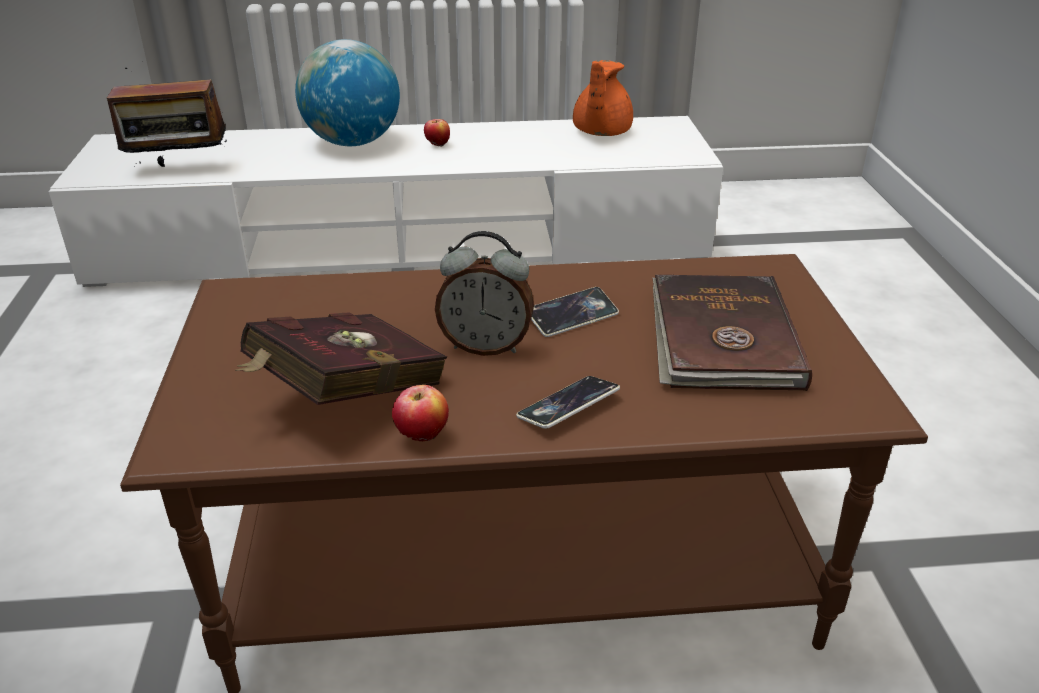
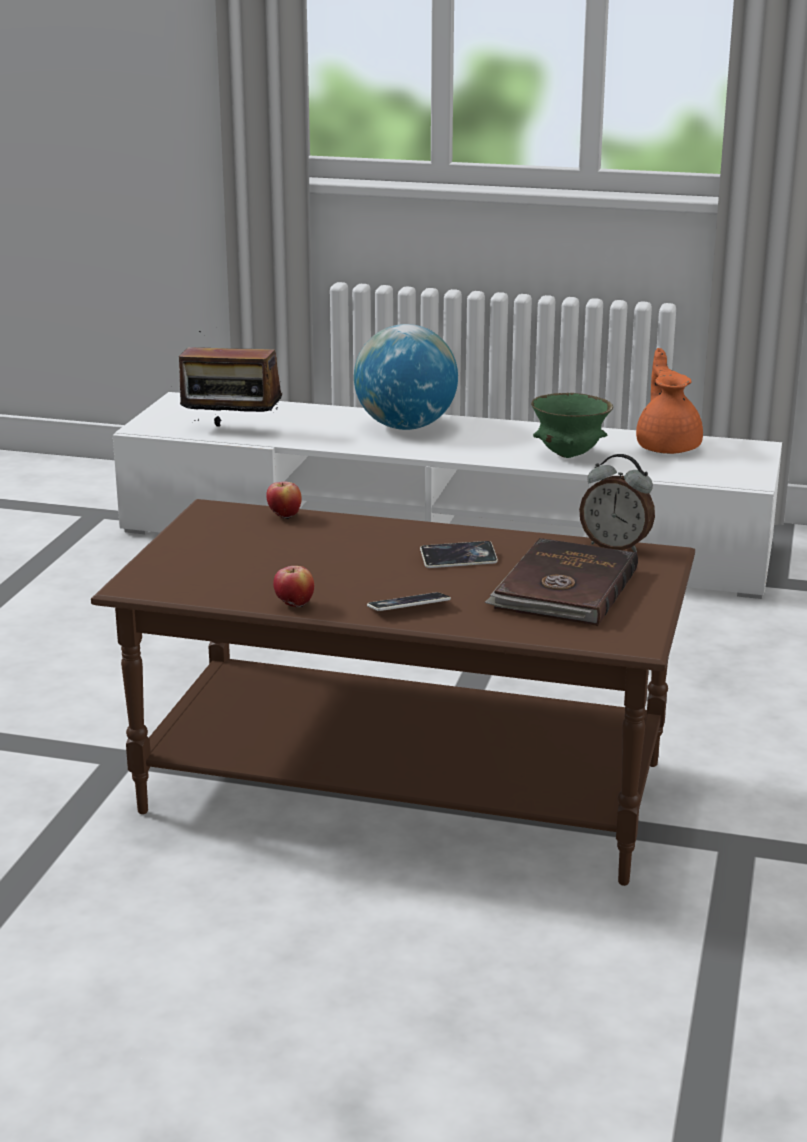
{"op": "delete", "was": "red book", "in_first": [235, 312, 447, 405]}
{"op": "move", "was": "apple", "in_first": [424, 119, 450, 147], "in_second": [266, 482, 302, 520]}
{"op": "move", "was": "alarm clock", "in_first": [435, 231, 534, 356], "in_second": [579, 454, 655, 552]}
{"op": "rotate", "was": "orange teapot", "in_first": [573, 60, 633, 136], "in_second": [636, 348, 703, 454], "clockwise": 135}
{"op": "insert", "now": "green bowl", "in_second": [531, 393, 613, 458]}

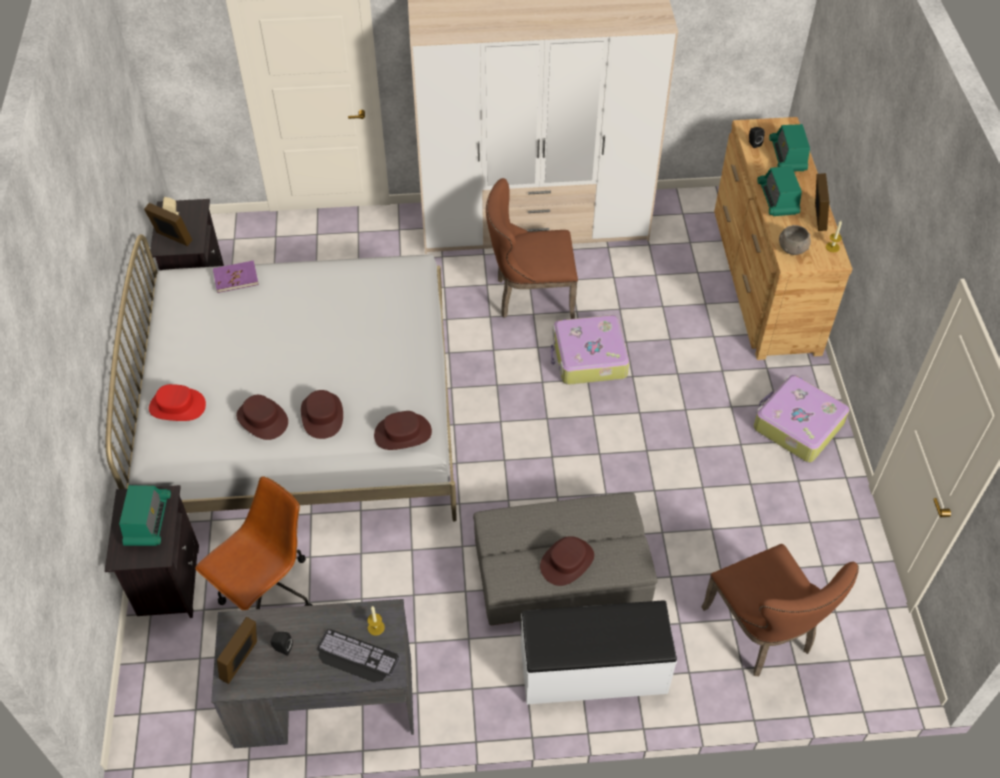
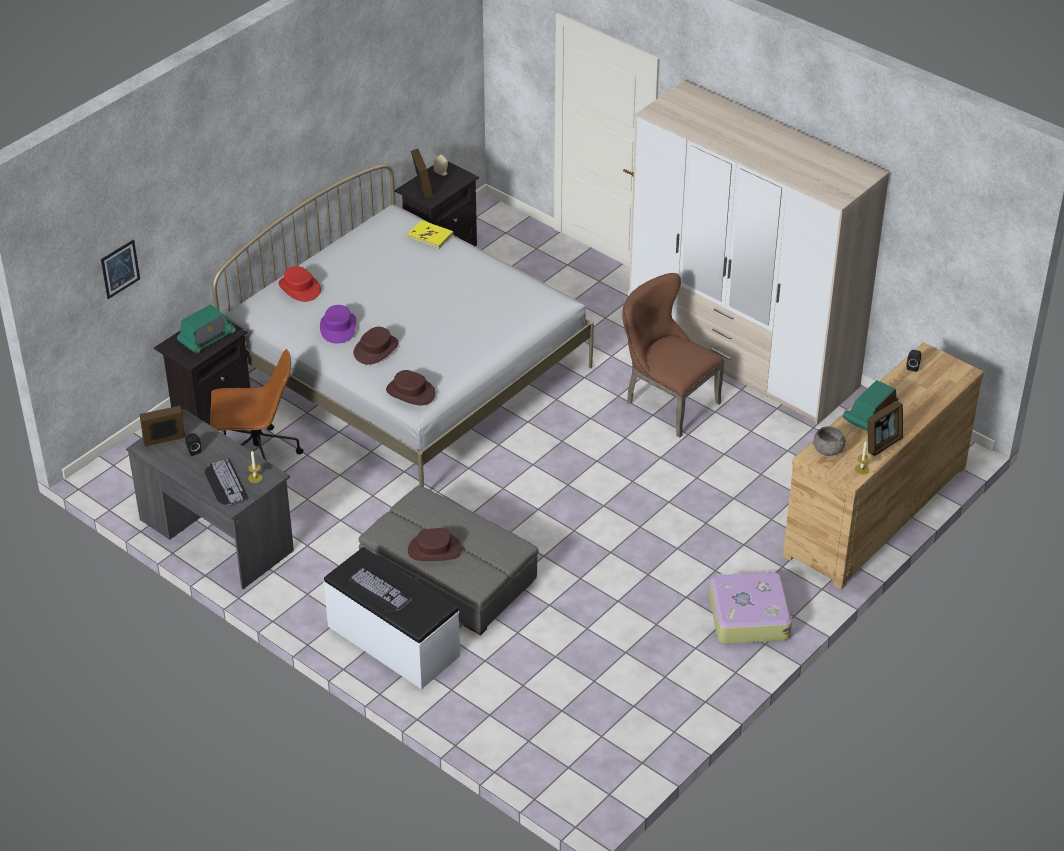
{"op": "recolor", "was": "purple book", "now": "yellow book", "in_first": [213, 261, 259, 293], "in_second": [407, 220, 453, 249]}
{"op": "recolor", "was": "brown hat", "now": "purple hat", "in_first": [236, 395, 288, 440], "in_second": [320, 305, 356, 343]}
{"op": "delete", "was": "suitcase", "in_first": [550, 315, 629, 385]}
{"op": "delete", "was": "brown chair", "in_first": [702, 544, 859, 676]}
{"op": "delete", "was": "radio", "in_first": [769, 124, 810, 171]}
{"op": "insert", "now": "picture", "in_second": [101, 239, 140, 299]}
{"op": "insert", "now": "keyboard", "in_second": [349, 568, 412, 612]}

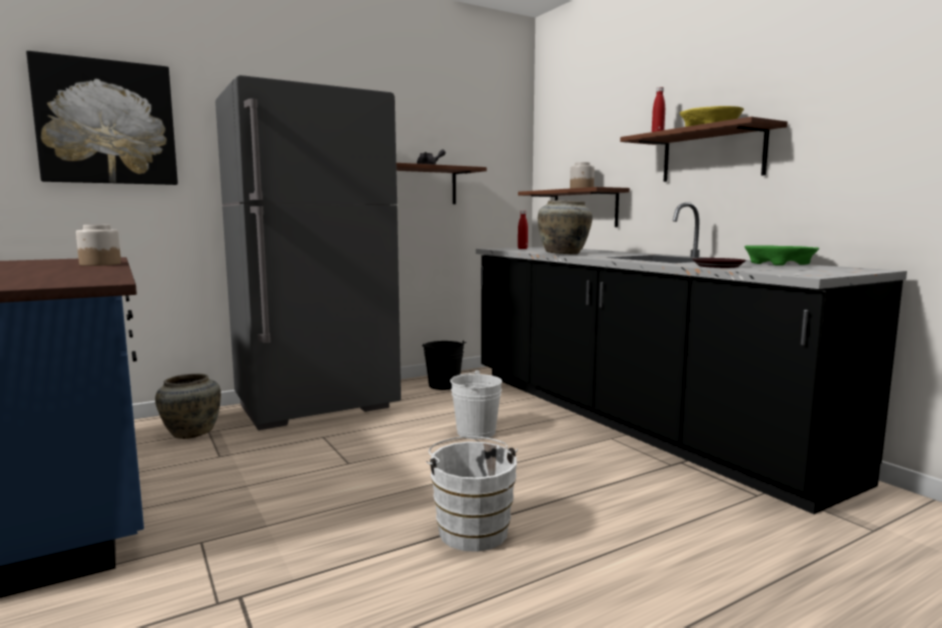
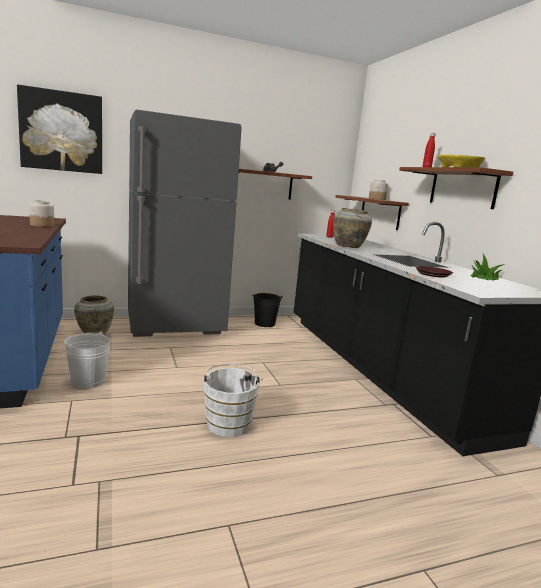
{"op": "move", "was": "white bucket", "in_first": [450, 370, 502, 439], "in_second": [64, 331, 110, 389]}
{"op": "replace", "was": "green bowl", "now": "potted plant", "in_first": [745, 245, 819, 266], "in_second": [471, 254, 505, 280]}

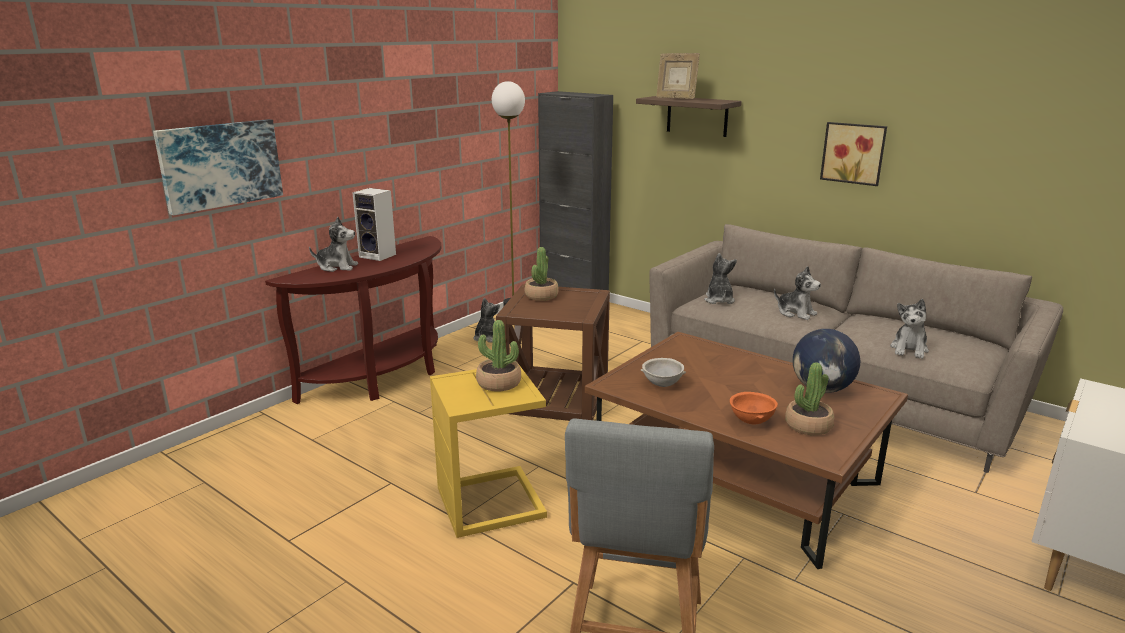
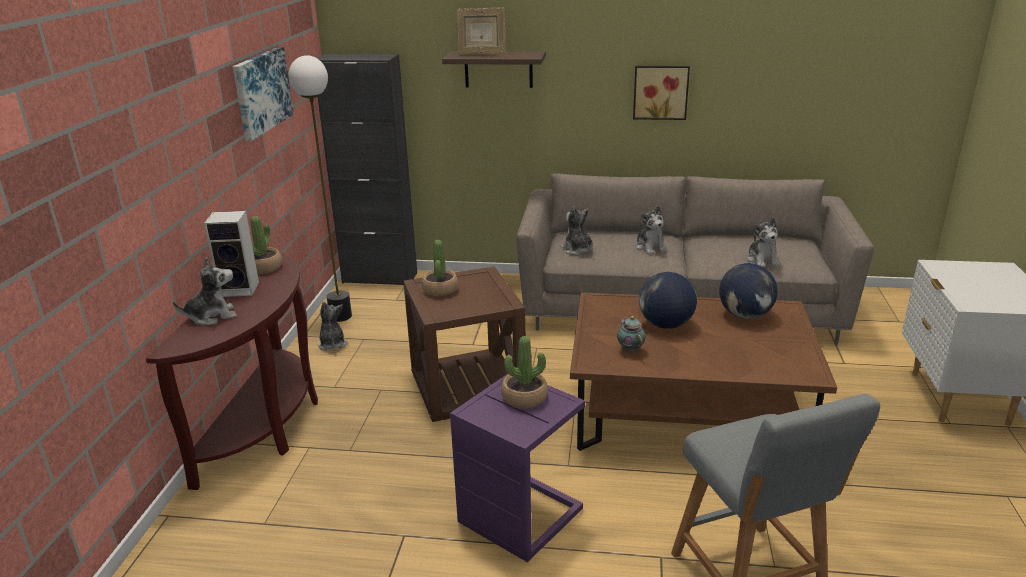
{"op": "move", "was": "picture", "in_first": [153, 119, 283, 215], "in_second": [233, 47, 294, 141]}
{"op": "recolor", "was": "yellow side table", "now": "purple side table", "in_first": [430, 365, 547, 538], "in_second": [450, 374, 585, 562]}
{"op": "replace", "was": "grey bowl", "now": "teapot", "in_first": [641, 358, 686, 387], "in_second": [617, 316, 646, 353]}
{"op": "delete", "was": "orange bowl", "in_first": [730, 392, 778, 424]}
{"op": "rotate", "was": "plush toy", "in_first": [774, 266, 821, 320], "in_second": [636, 206, 667, 255], "clockwise": 60}
{"op": "move", "was": "potted plant", "in_first": [785, 362, 834, 435], "in_second": [250, 216, 282, 274]}
{"op": "insert", "now": "globe", "in_second": [639, 272, 697, 329]}

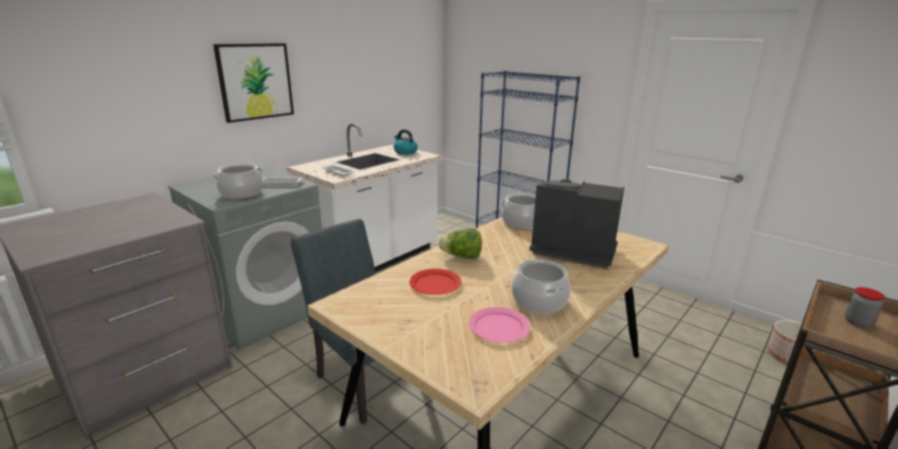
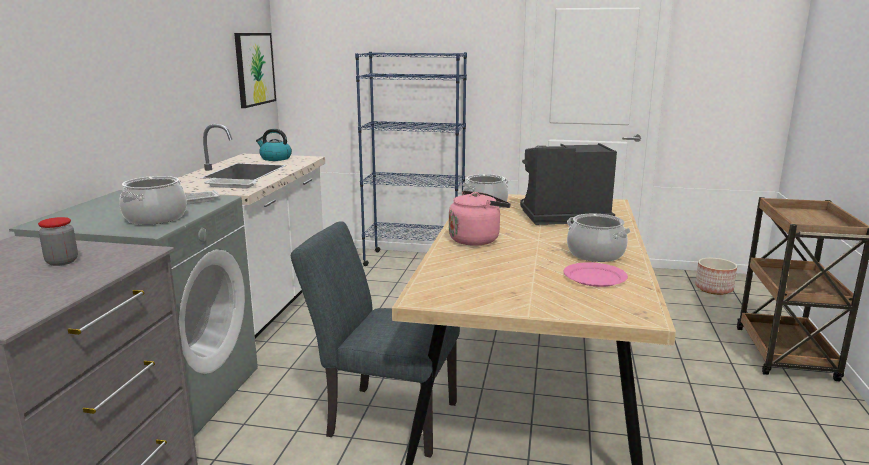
{"op": "move", "was": "picture", "in_first": [213, 43, 294, 123], "in_second": [234, 33, 276, 108]}
{"op": "delete", "was": "red plate", "in_first": [409, 269, 462, 295]}
{"op": "replace", "was": "lettuce", "now": "pink kettle", "in_first": [439, 229, 482, 259], "in_second": [449, 190, 511, 246]}
{"op": "move", "was": "jar", "in_first": [845, 287, 885, 328], "in_second": [38, 217, 78, 266]}

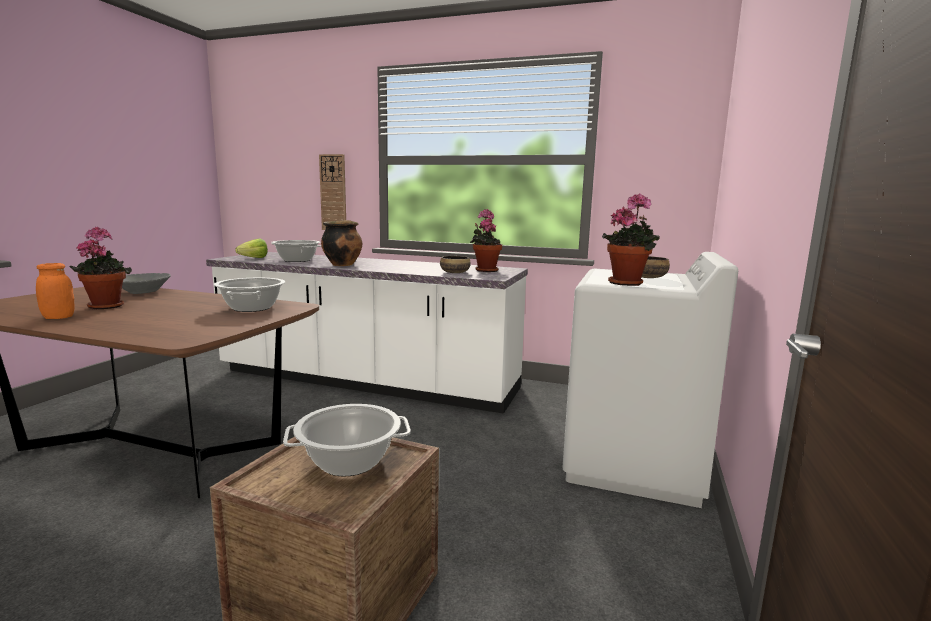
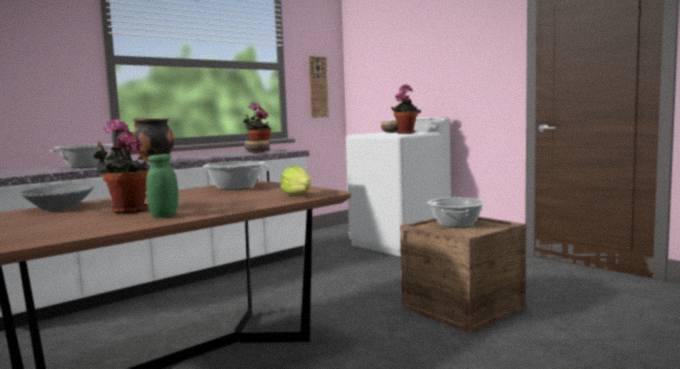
{"op": "recolor", "was": "orange jar", "now": "green jar", "in_first": [36, 263, 75, 319], "in_second": [146, 154, 178, 218]}
{"op": "move", "was": "lettuce", "in_first": [235, 239, 268, 258], "in_second": [280, 165, 311, 195]}
{"op": "move", "was": "wall clock", "in_first": [319, 154, 346, 230], "in_second": [308, 56, 329, 118]}

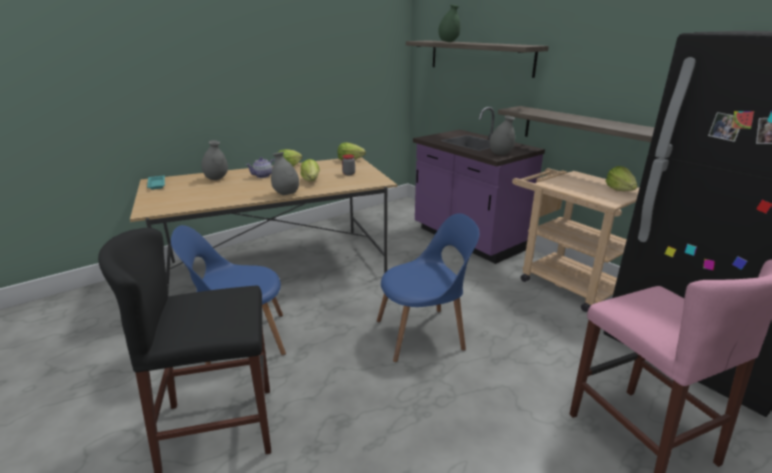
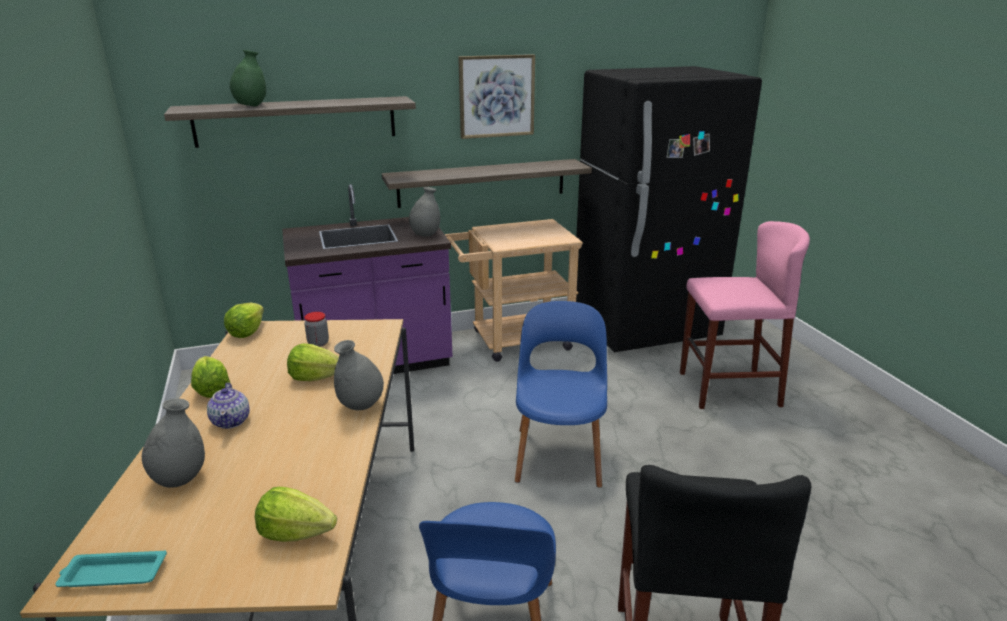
{"op": "move", "was": "lettuce", "in_first": [606, 166, 638, 191], "in_second": [255, 487, 337, 542]}
{"op": "insert", "now": "picture", "in_second": [458, 54, 535, 139]}

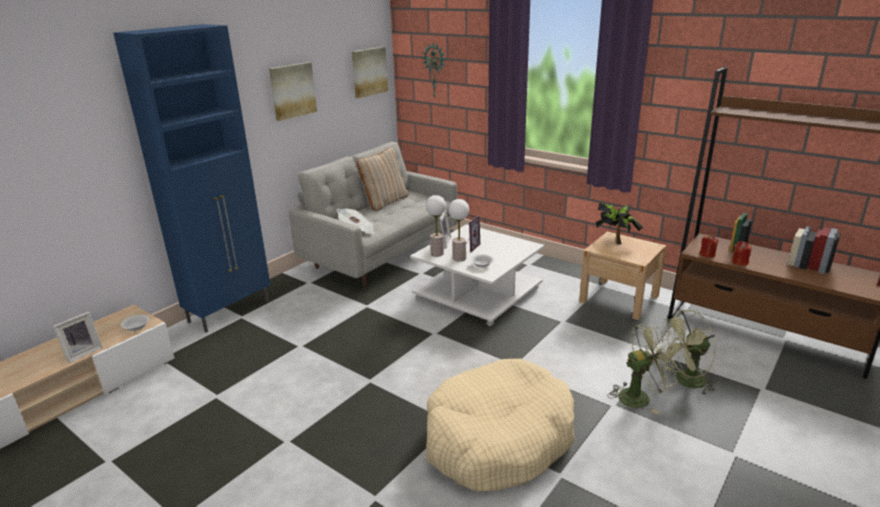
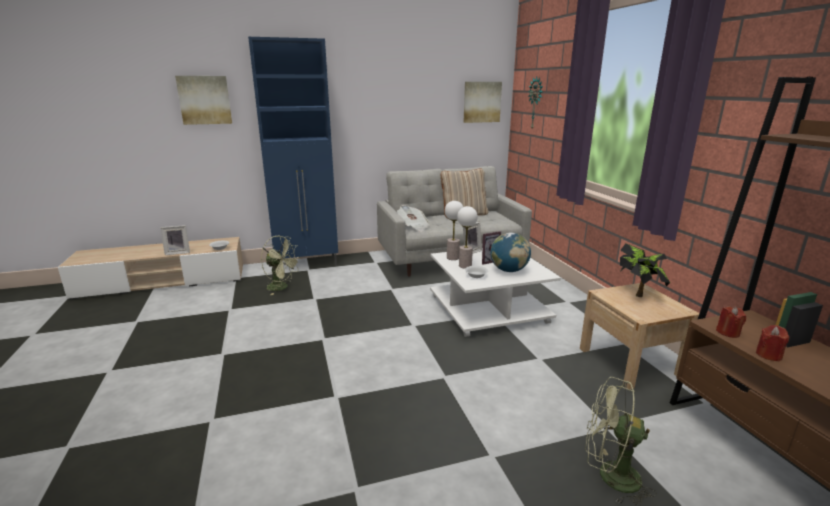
{"op": "move", "was": "picture", "in_first": [269, 62, 317, 121], "in_second": [175, 76, 232, 125]}
{"op": "delete", "was": "beige dog bed", "in_first": [426, 359, 575, 492]}
{"op": "move", "was": "green fan", "in_first": [608, 323, 678, 414], "in_second": [261, 236, 301, 295]}
{"op": "insert", "now": "globe", "in_second": [490, 233, 531, 272]}

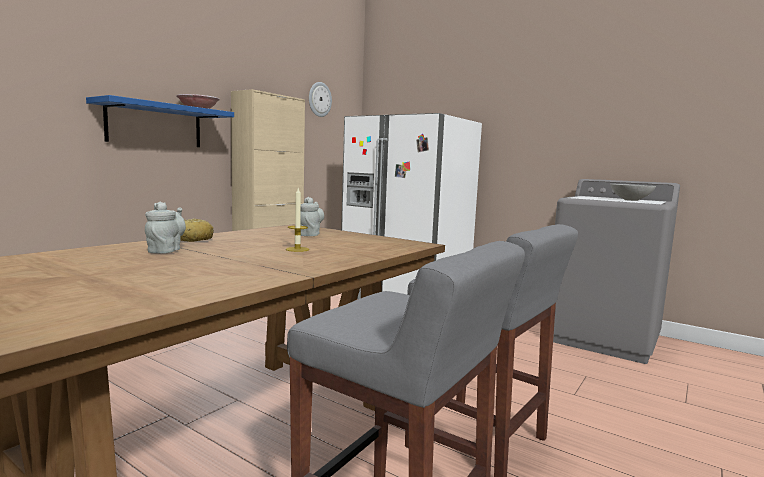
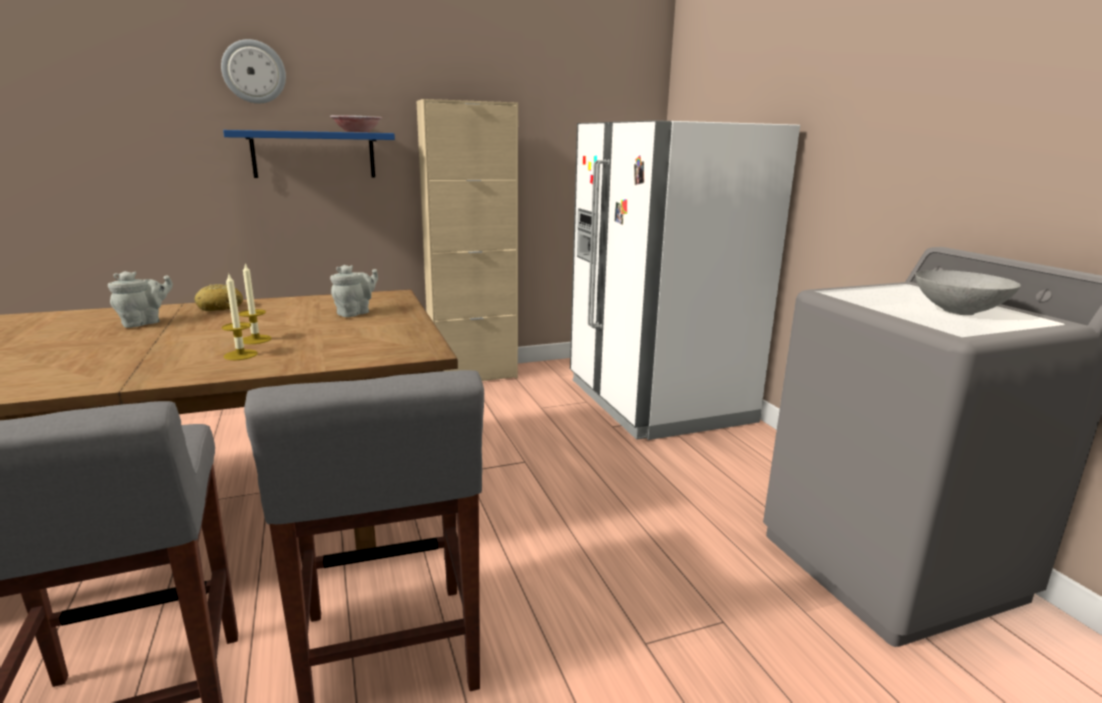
{"op": "move", "was": "wall clock", "in_first": [309, 82, 332, 117], "in_second": [221, 39, 286, 103]}
{"op": "insert", "now": "candle", "in_second": [222, 274, 258, 360]}

